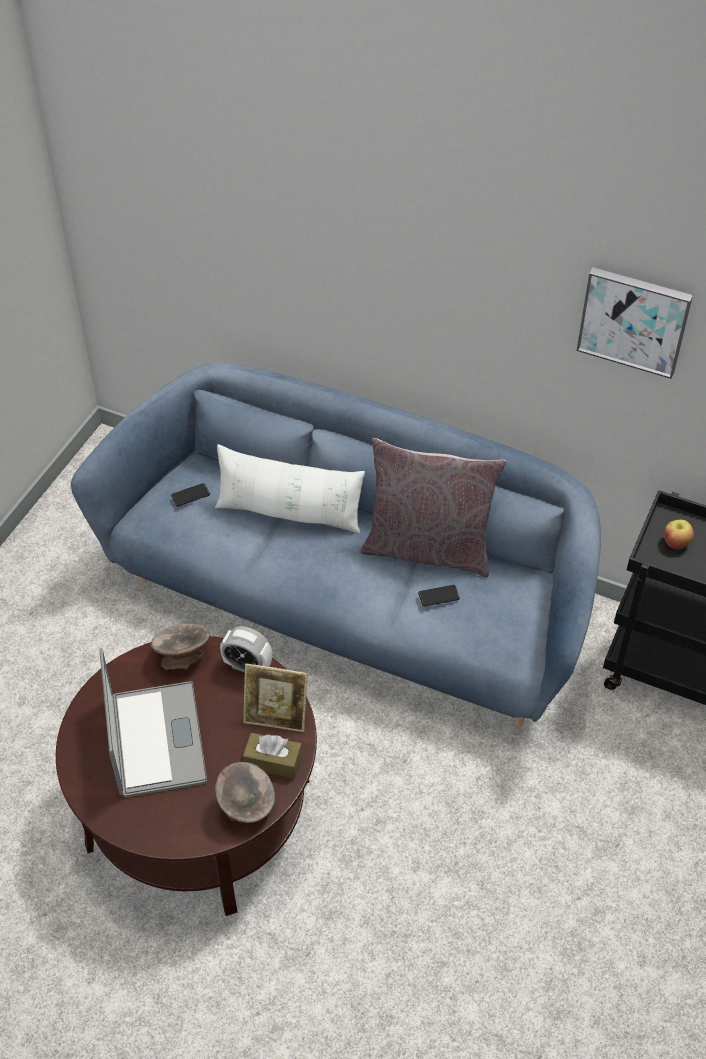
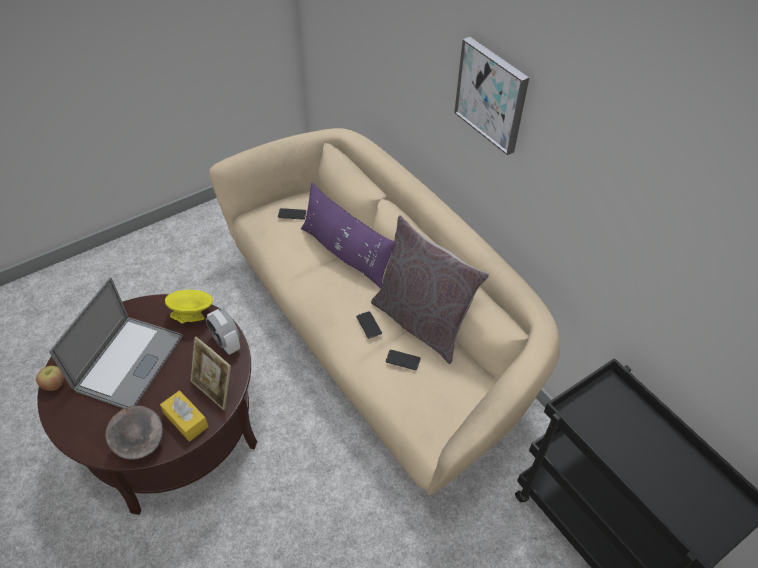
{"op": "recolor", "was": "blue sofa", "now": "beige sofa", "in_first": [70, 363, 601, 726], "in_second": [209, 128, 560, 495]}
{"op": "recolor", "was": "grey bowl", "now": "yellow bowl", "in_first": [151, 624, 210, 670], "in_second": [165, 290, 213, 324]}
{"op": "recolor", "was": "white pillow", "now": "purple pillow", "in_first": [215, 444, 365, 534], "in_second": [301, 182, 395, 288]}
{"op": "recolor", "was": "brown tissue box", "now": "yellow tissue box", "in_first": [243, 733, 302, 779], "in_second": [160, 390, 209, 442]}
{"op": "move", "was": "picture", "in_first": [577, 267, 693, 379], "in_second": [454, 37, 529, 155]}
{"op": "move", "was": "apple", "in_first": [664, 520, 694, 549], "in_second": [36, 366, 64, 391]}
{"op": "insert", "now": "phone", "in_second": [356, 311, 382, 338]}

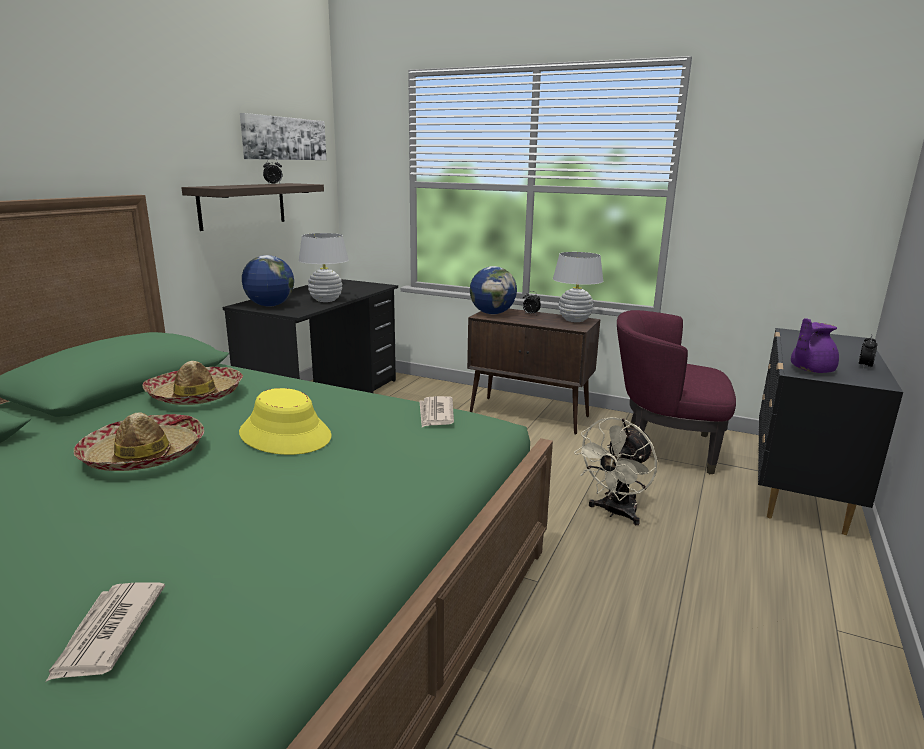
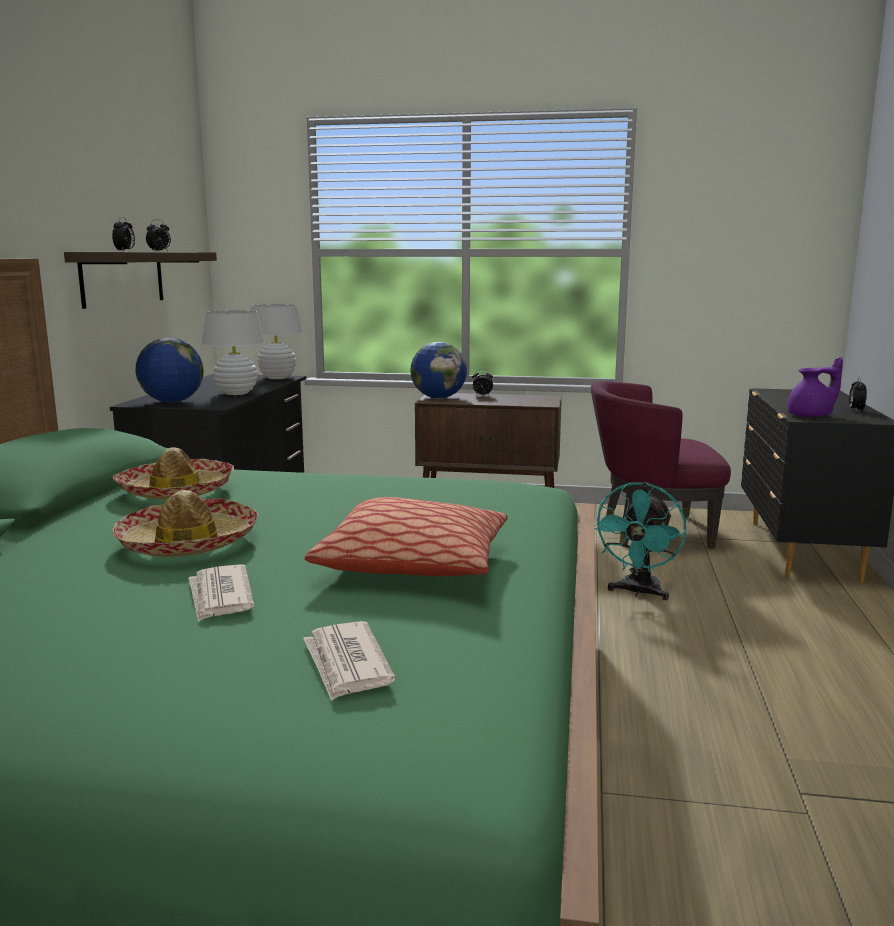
{"op": "delete", "was": "yellow hat", "in_first": [239, 388, 332, 455]}
{"op": "delete", "was": "picture", "in_first": [240, 113, 326, 160]}
{"op": "move", "was": "newspaper", "in_first": [419, 396, 454, 427], "in_second": [189, 564, 254, 622]}
{"op": "move", "was": "white table lamp", "in_first": [553, 252, 603, 322], "in_second": [251, 304, 303, 379]}
{"op": "recolor", "was": "beige fan", "now": "turquoise fan", "in_first": [574, 417, 657, 525], "in_second": [594, 482, 686, 600]}
{"op": "rotate", "was": "purple teapot", "in_first": [791, 318, 839, 373], "in_second": [787, 357, 843, 417], "clockwise": -150}
{"op": "insert", "now": "alarm clock", "in_second": [112, 217, 135, 251]}
{"op": "insert", "now": "pillow", "in_second": [304, 497, 508, 576]}

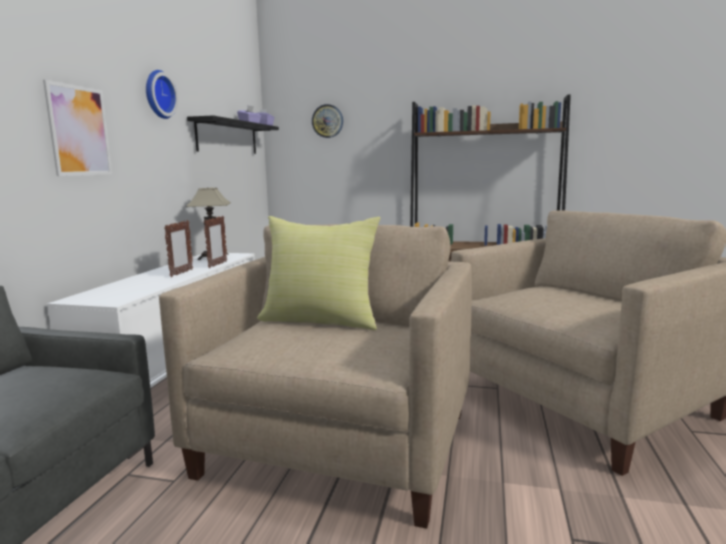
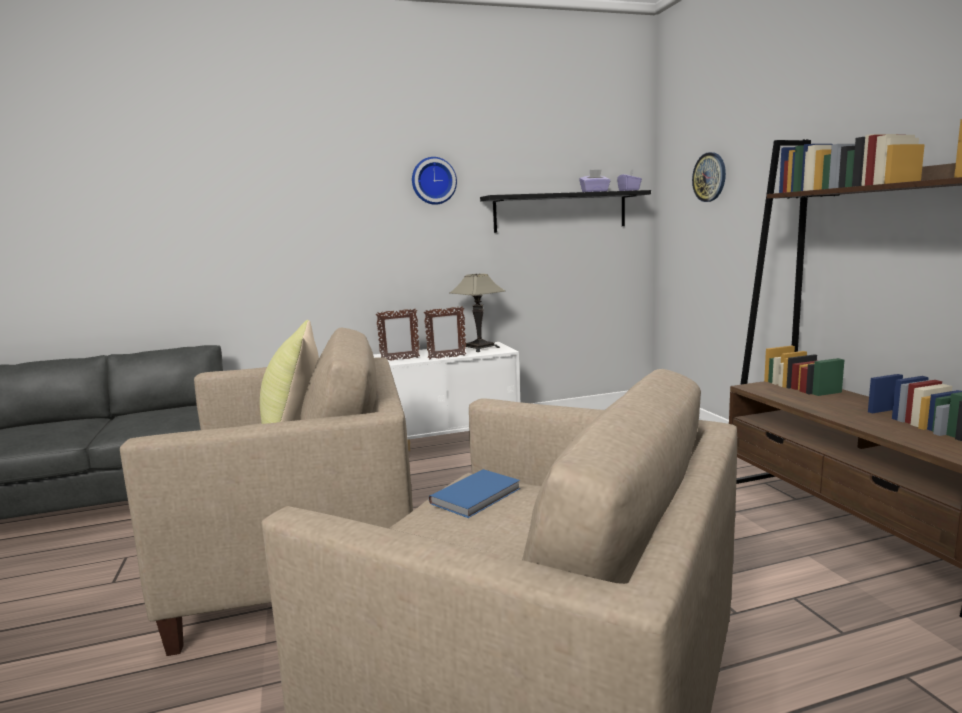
{"op": "delete", "was": "picture", "in_first": [43, 80, 112, 176]}
{"op": "insert", "now": "blue book", "in_second": [429, 469, 521, 518]}

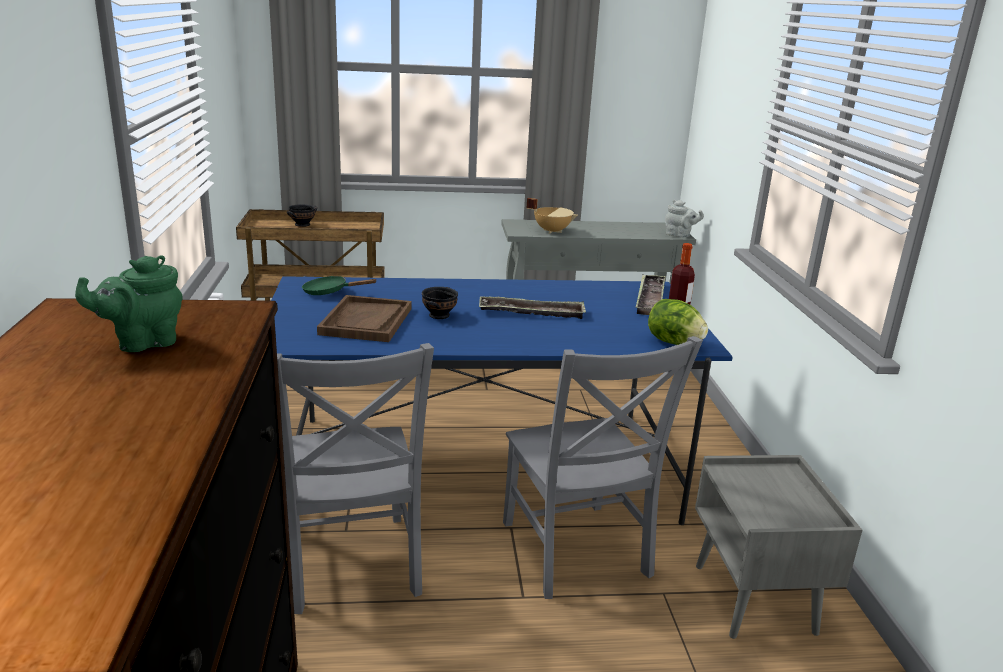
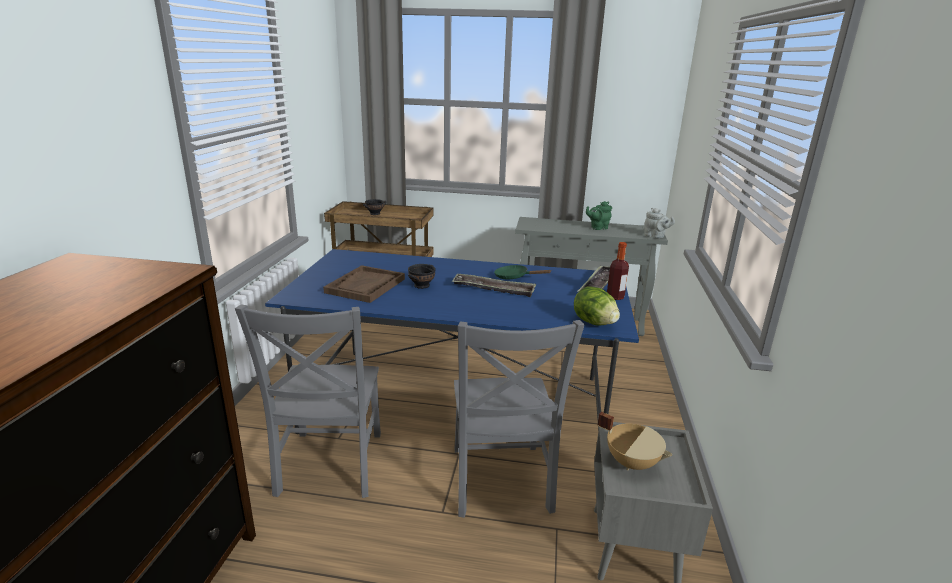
{"op": "move", "was": "green teapot", "in_first": [75, 255, 183, 352], "in_second": [586, 201, 612, 230]}
{"op": "move", "was": "green frying pan", "in_first": [302, 276, 377, 295], "in_second": [494, 265, 551, 279]}
{"op": "move", "was": "beige cooking pot", "in_first": [526, 198, 578, 234], "in_second": [597, 412, 672, 471]}

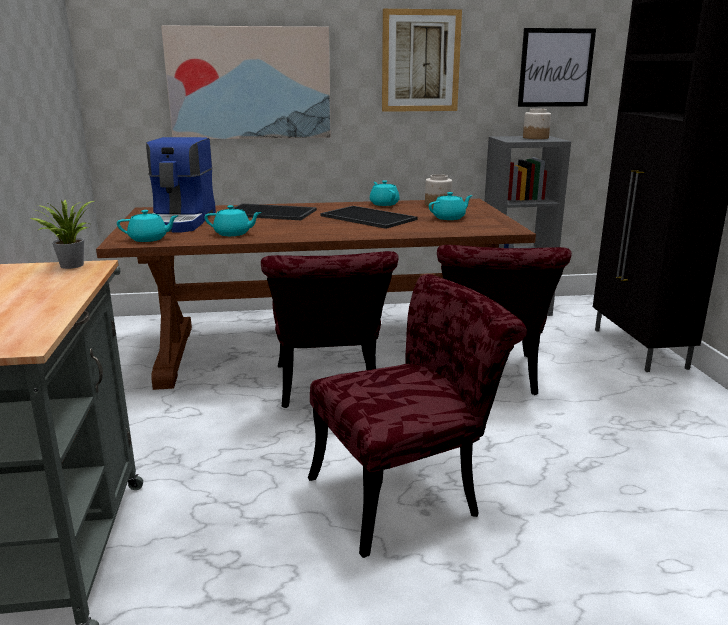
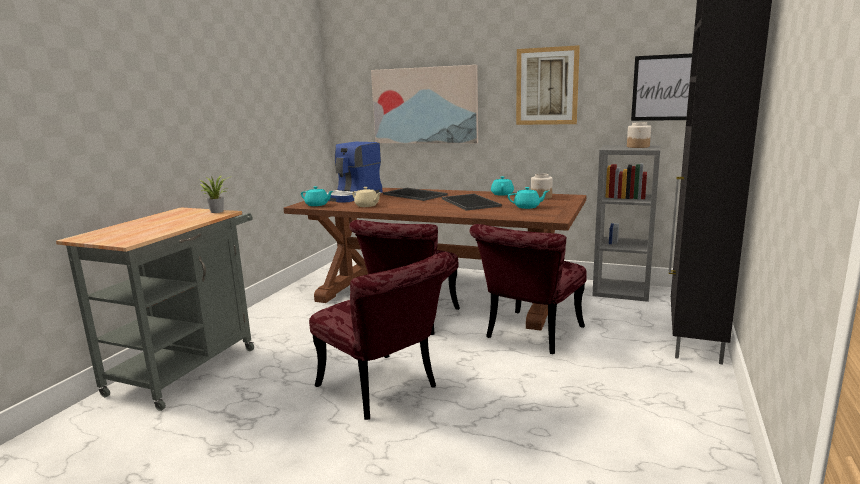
{"op": "recolor", "was": "turquoise teapot", "now": "beige teapot", "in_first": [205, 205, 262, 236], "in_second": [352, 187, 382, 207]}
{"op": "rotate", "was": "red chair", "in_first": [308, 274, 527, 558], "in_second": [309, 252, 453, 420], "clockwise": 45}

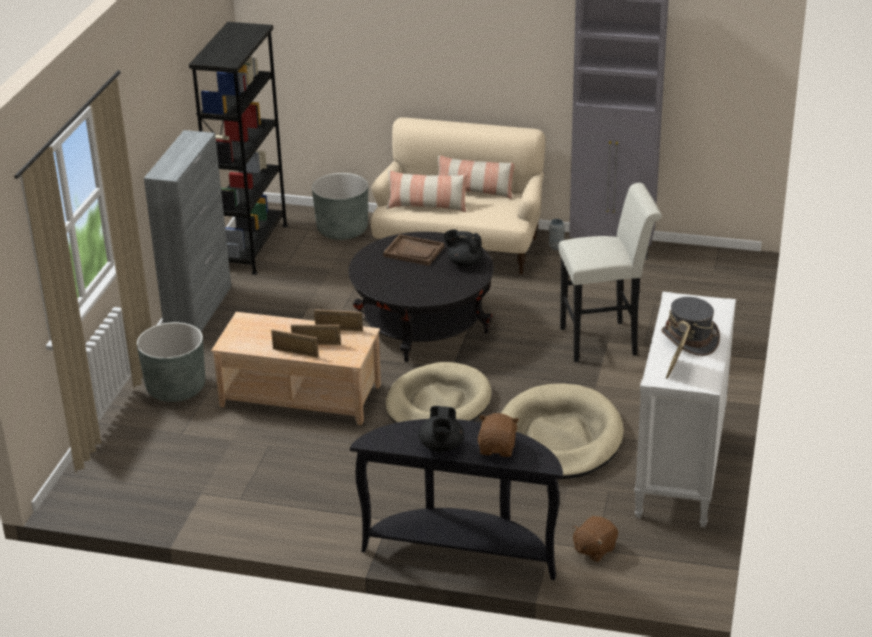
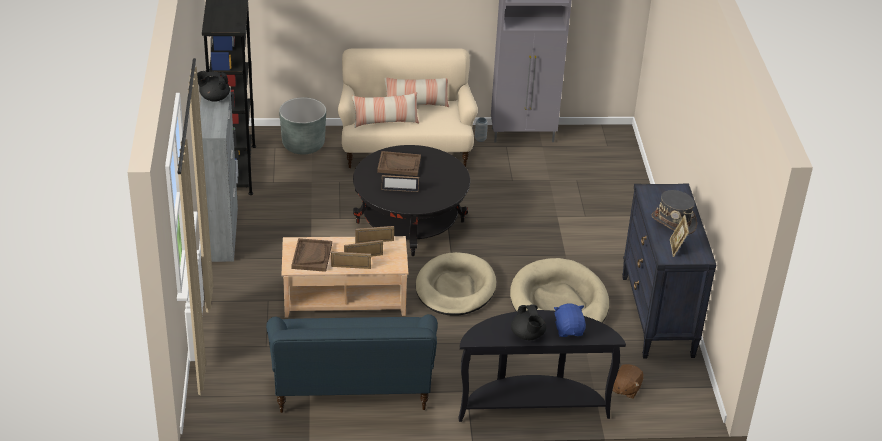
{"op": "delete", "was": "grey planter", "in_first": [137, 322, 205, 402]}
{"op": "move", "was": "black teapot", "in_first": [443, 230, 483, 267], "in_second": [197, 71, 230, 102]}
{"op": "recolor", "was": "brown plush toy", "now": "blue plush toy", "in_first": [478, 413, 519, 457], "in_second": [554, 303, 586, 337]}
{"op": "delete", "was": "white stool", "in_first": [559, 183, 662, 362]}
{"op": "recolor", "was": "white dresser", "now": "black dresser", "in_first": [634, 291, 736, 527], "in_second": [622, 183, 716, 358]}
{"op": "insert", "now": "blue sofa", "in_second": [266, 314, 438, 413]}
{"op": "insert", "now": "brown tray", "in_second": [291, 238, 332, 272]}
{"op": "insert", "now": "picture frame", "in_second": [382, 175, 419, 192]}

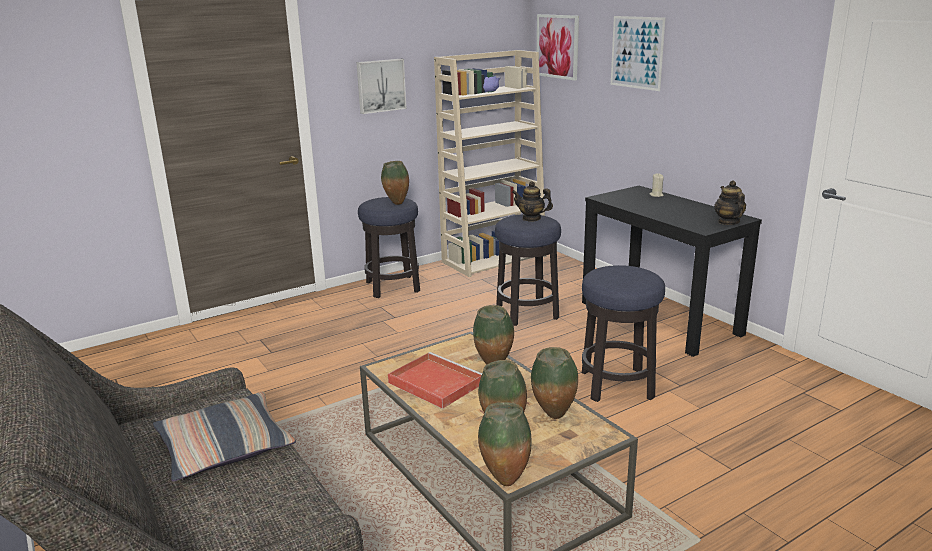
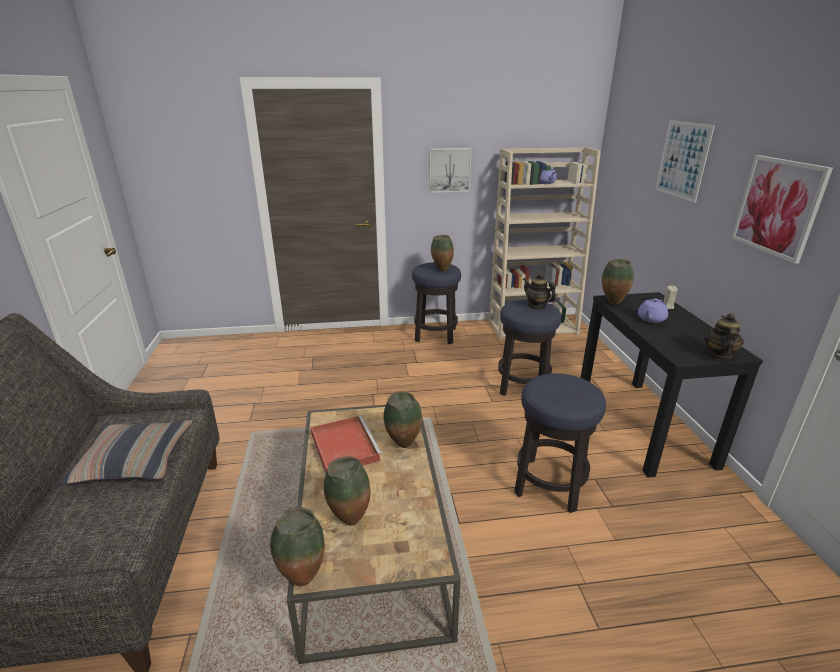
{"op": "move", "was": "vase", "in_first": [531, 347, 578, 419], "in_second": [602, 259, 634, 305]}
{"op": "move", "was": "picture", "in_first": [537, 14, 579, 81], "in_second": [732, 155, 833, 264]}
{"op": "insert", "now": "purple teapot", "in_second": [638, 298, 668, 323]}

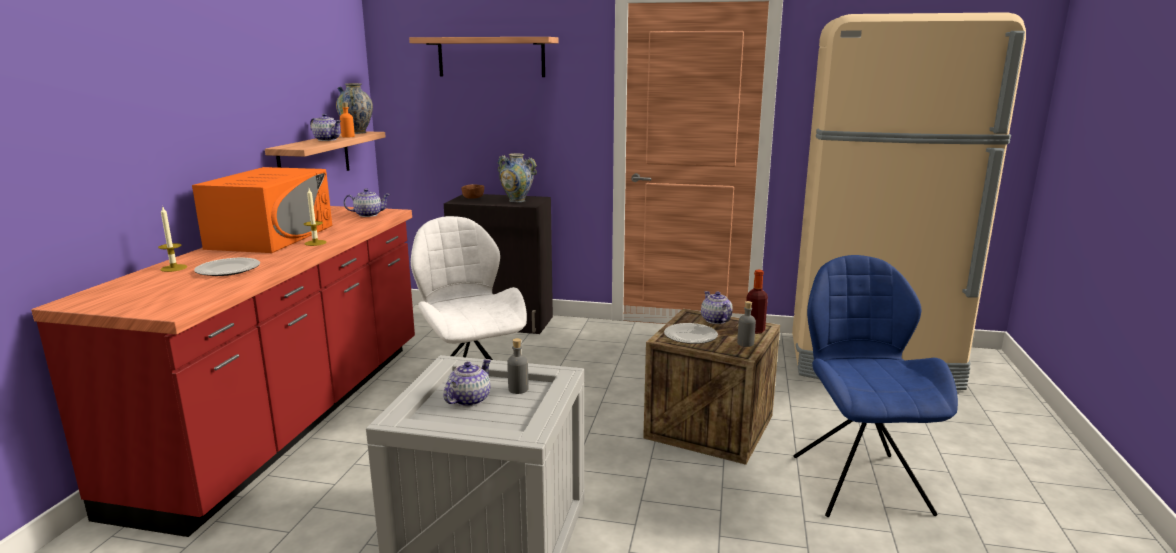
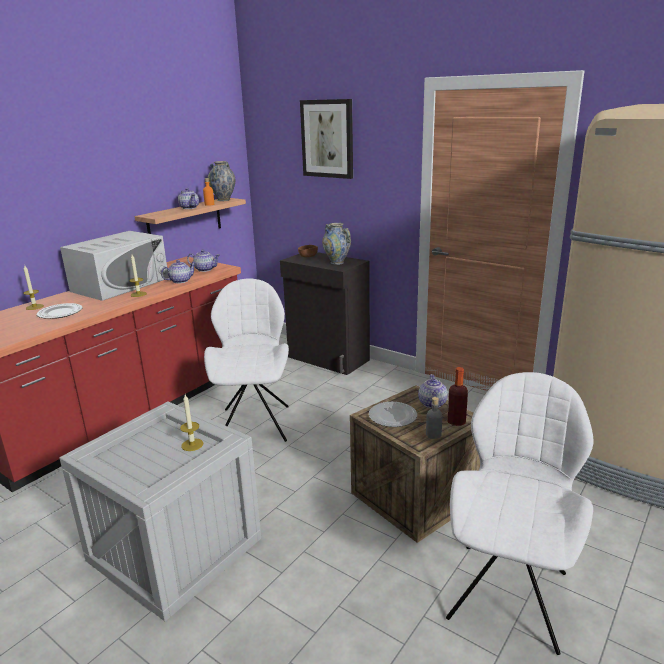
{"op": "recolor", "was": "orange microwave", "now": "white microwave", "in_first": [192, 167, 332, 253], "in_second": [60, 231, 169, 301]}
{"op": "replace", "was": "shelf", "now": "picture", "in_first": [409, 37, 558, 77], "in_second": [300, 99, 353, 179]}
{"op": "move", "was": "teapot", "in_first": [444, 359, 491, 407], "in_second": [161, 260, 196, 283]}
{"op": "replace", "was": "grey bottle", "now": "candle", "in_first": [507, 338, 529, 394], "in_second": [180, 395, 203, 451]}
{"op": "recolor", "was": "blue chair", "now": "white chair", "in_first": [793, 255, 958, 517], "in_second": [446, 372, 594, 655]}

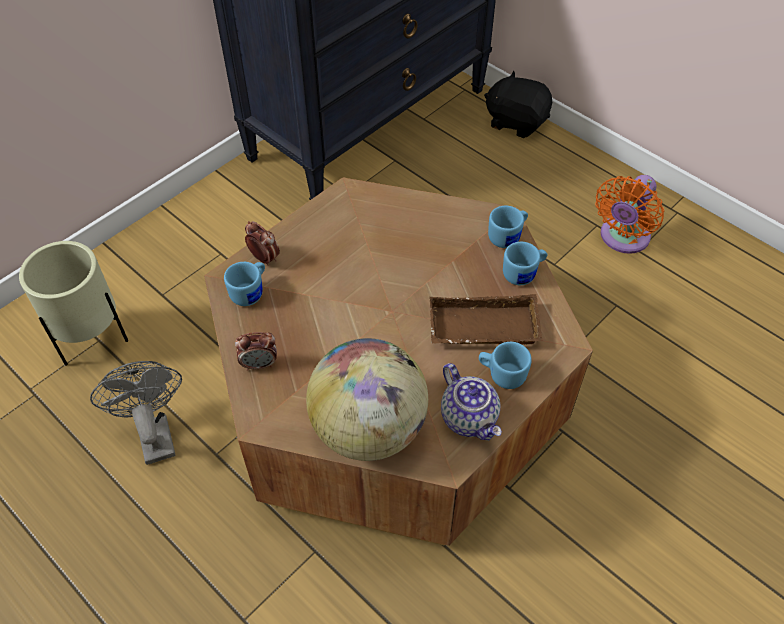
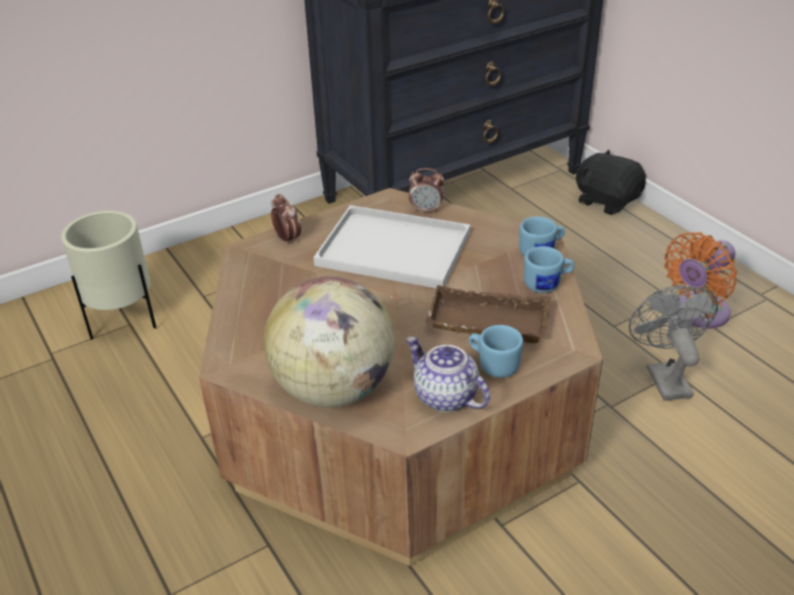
{"op": "move", "was": "grey fan", "in_first": [90, 361, 182, 465], "in_second": [629, 286, 718, 401]}
{"op": "delete", "was": "blue mug", "in_first": [224, 262, 265, 306]}
{"op": "move", "was": "alarm clock", "in_first": [235, 332, 277, 371], "in_second": [409, 168, 444, 213]}
{"op": "rotate", "was": "teapot", "in_first": [441, 363, 502, 441], "in_second": [406, 337, 490, 412], "clockwise": 150}
{"op": "insert", "now": "white tray", "in_second": [313, 205, 470, 288]}

